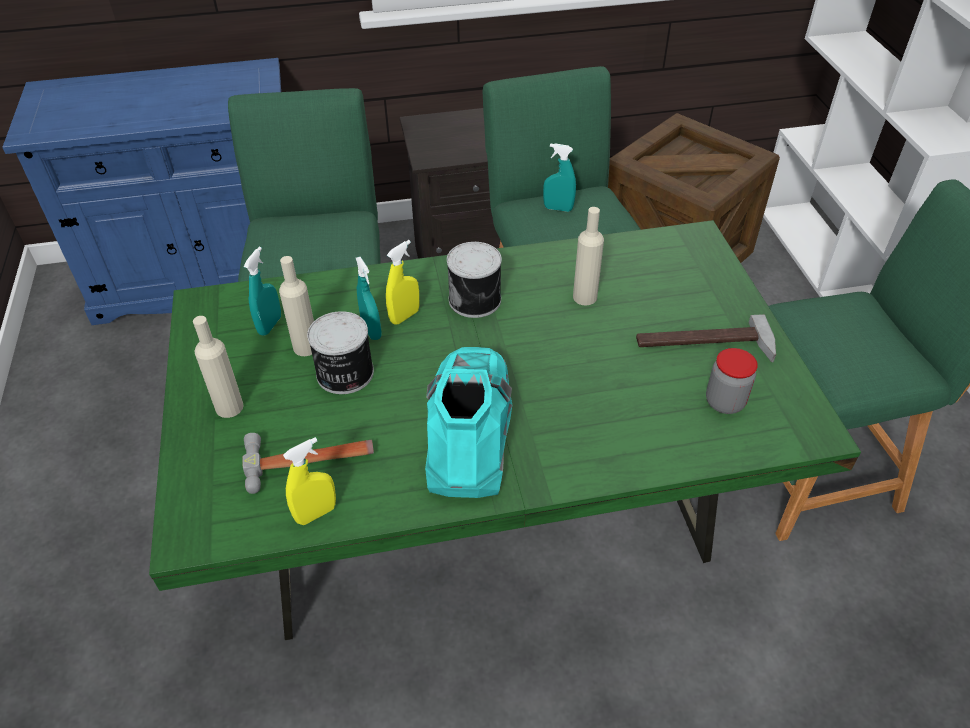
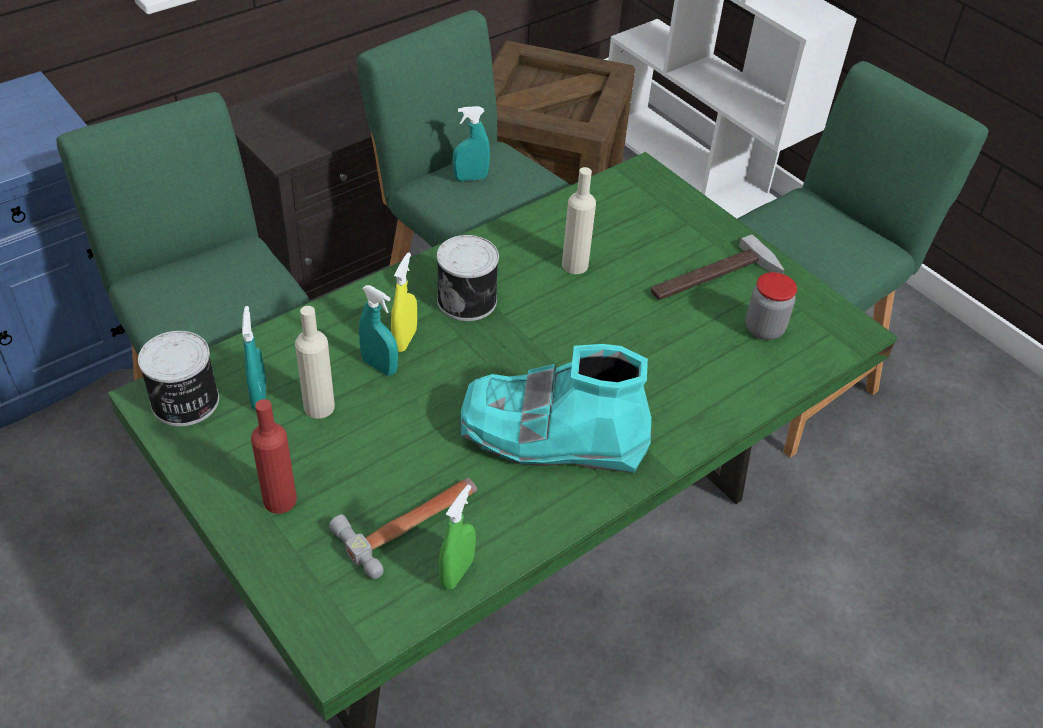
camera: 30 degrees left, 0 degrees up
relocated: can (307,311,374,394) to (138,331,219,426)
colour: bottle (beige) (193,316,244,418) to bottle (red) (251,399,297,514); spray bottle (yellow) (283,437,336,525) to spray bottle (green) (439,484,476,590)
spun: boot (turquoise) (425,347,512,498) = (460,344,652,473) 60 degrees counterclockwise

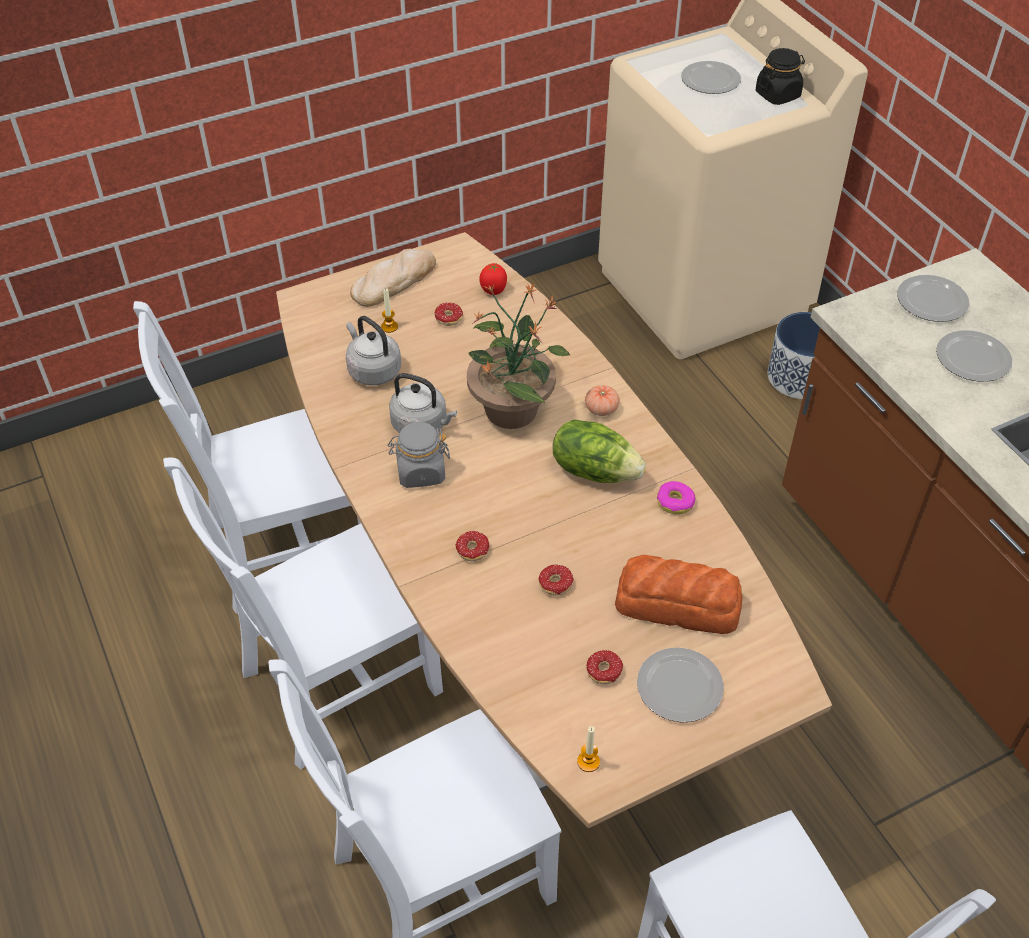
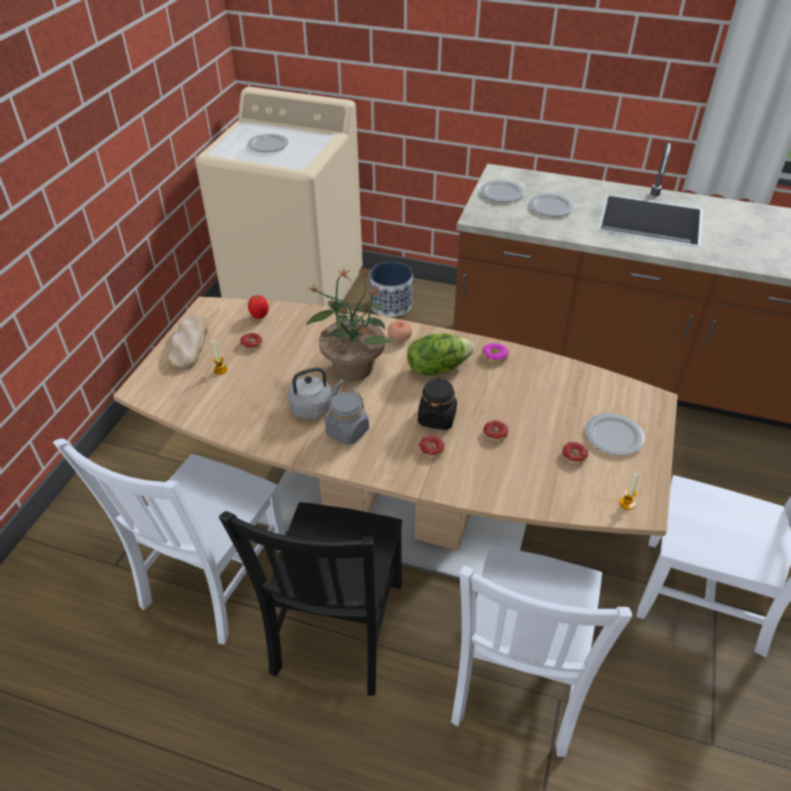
camera: 45 degrees left, 5 degrees down
missing: kettle (grey) (346,316,401,385); bread (615,555,743,634)
relocated: jar (black) (756,48,805,105) to (418,378,457,430)
colour: chair (white) (163,458,443,769) to chair (black) (219,502,402,696)

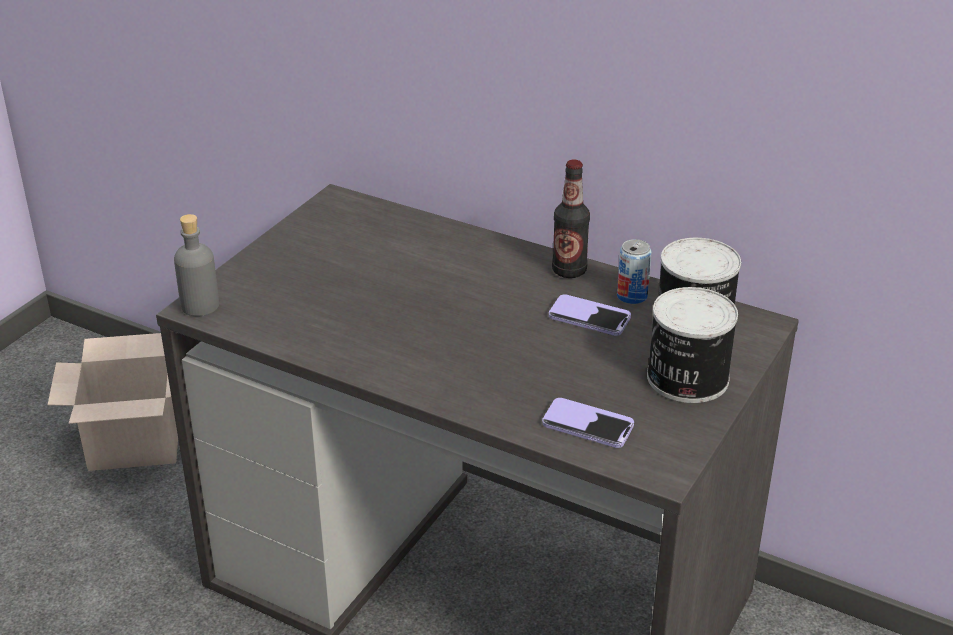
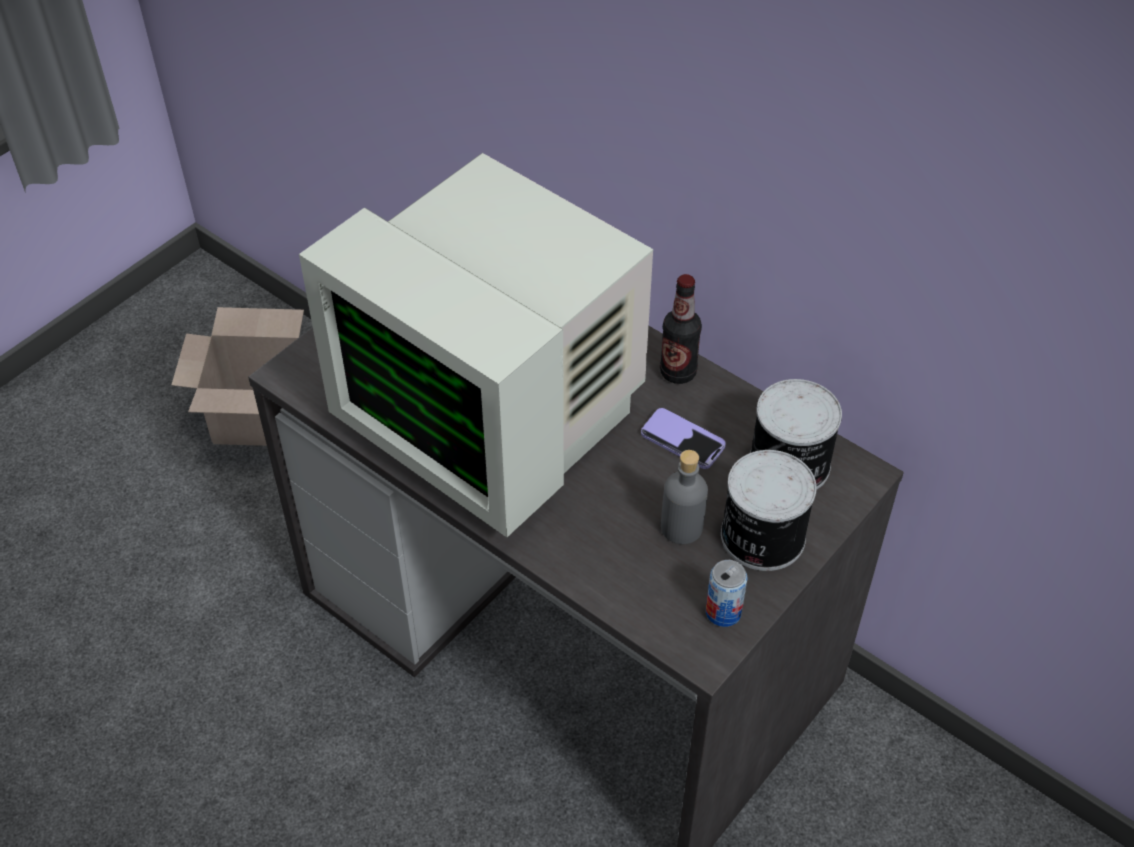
camera: 10 degrees right, 15 degrees up
missing: phone (542,398,634,448)
appeared: monitor (299,153,653,537)
relocated: bottle (grey) (174,214,219,316) to (661,450,708,544); can (617,239,652,304) to (706,560,748,627)

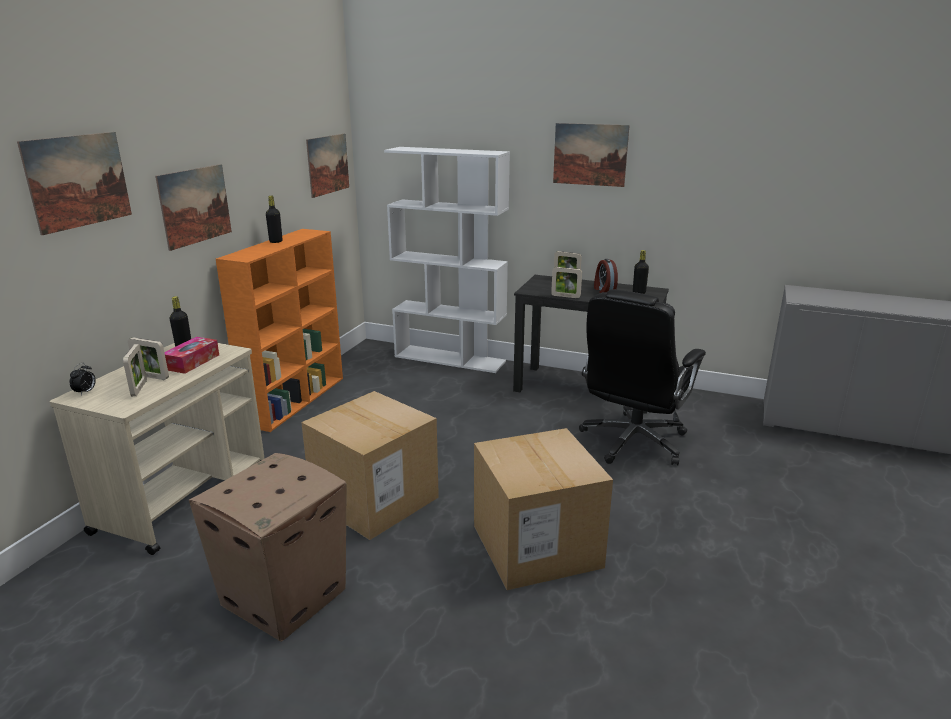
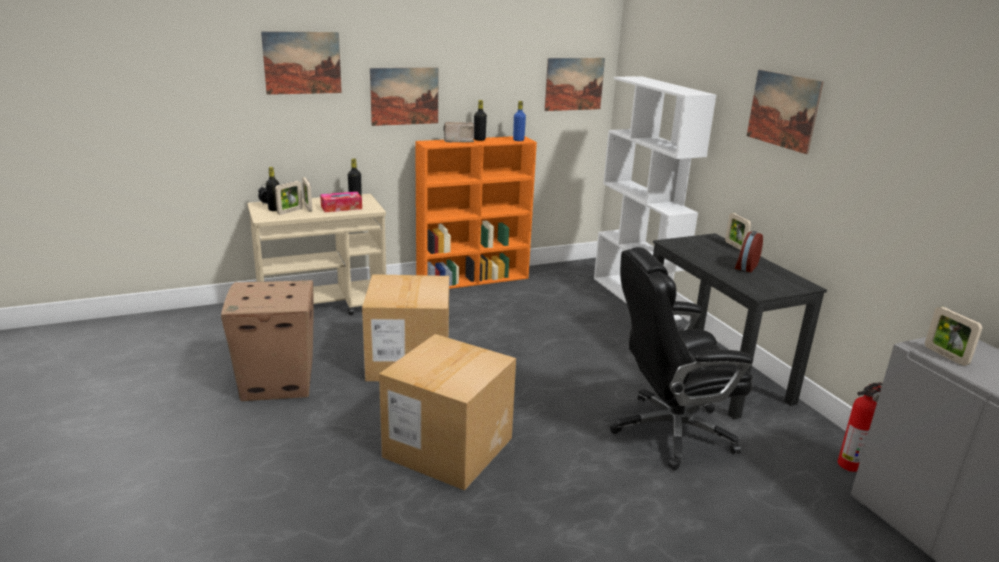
camera: 45 degrees right, 0 degrees up
appeared: bottle (blue) (513,101,526,141); radio (443,122,474,142); fire extinguisher (838,382,883,472)
relocated: bottle (black) (633,250,649,294) to (266,167,279,211); picture frame (551,267,582,298) to (925,307,983,366)

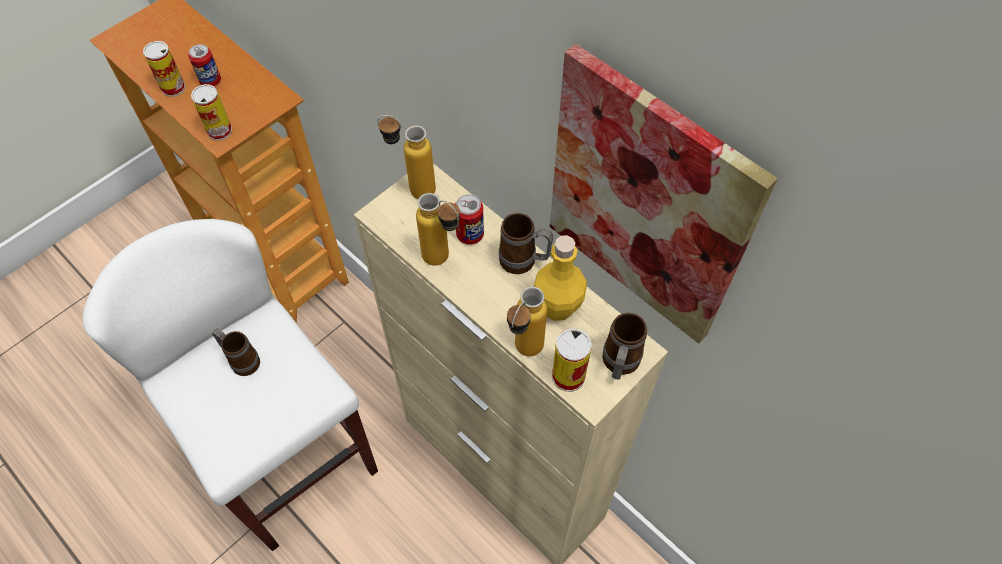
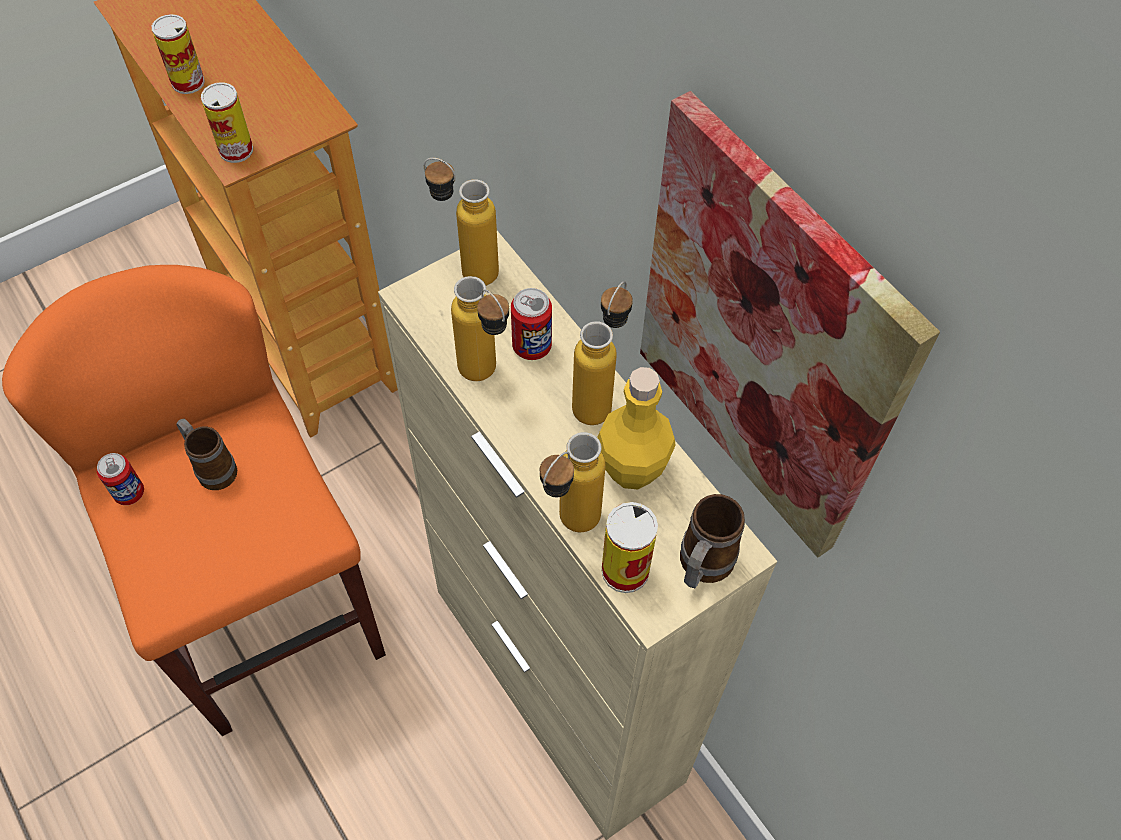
camera: 10 degrees right, 0 degrees up
relocated: can (188,44,221,86) to (97,453,144,505)
exchanged: mug (499,213,553,274) to bottle (572,281,633,425)
colour: stool (white) (83,219,378,551) to stool (orange) (2,265,386,736)

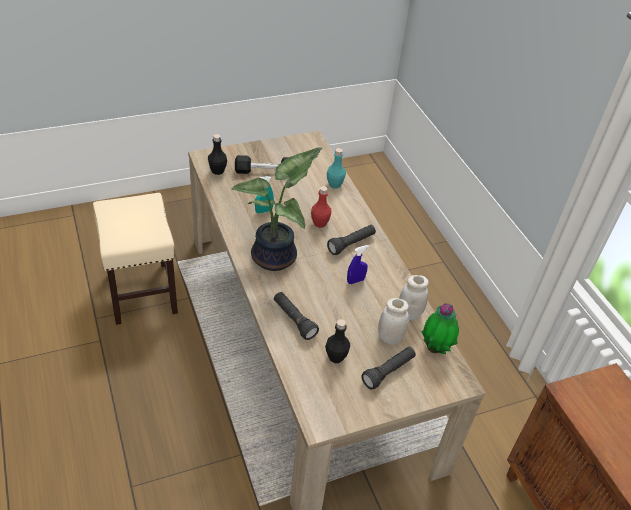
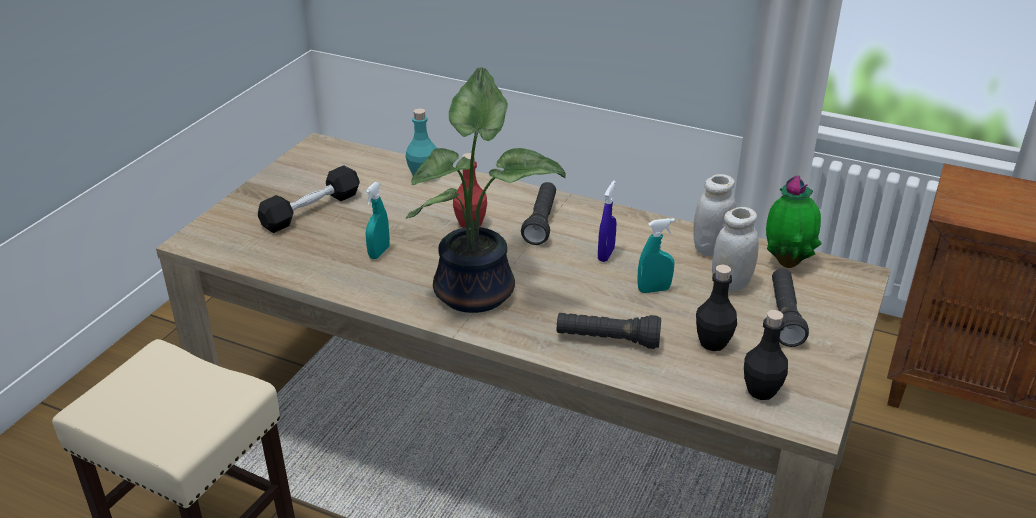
camera: 40 degrees left, 10 degrees down
appeared: spray bottle (turquoise) (638,218,675,293)
relocated: bottle (black) (208,134,227,175) to (744,310,788,400)

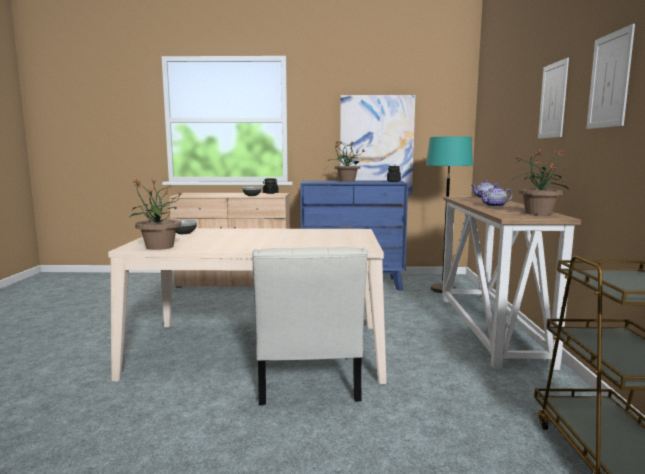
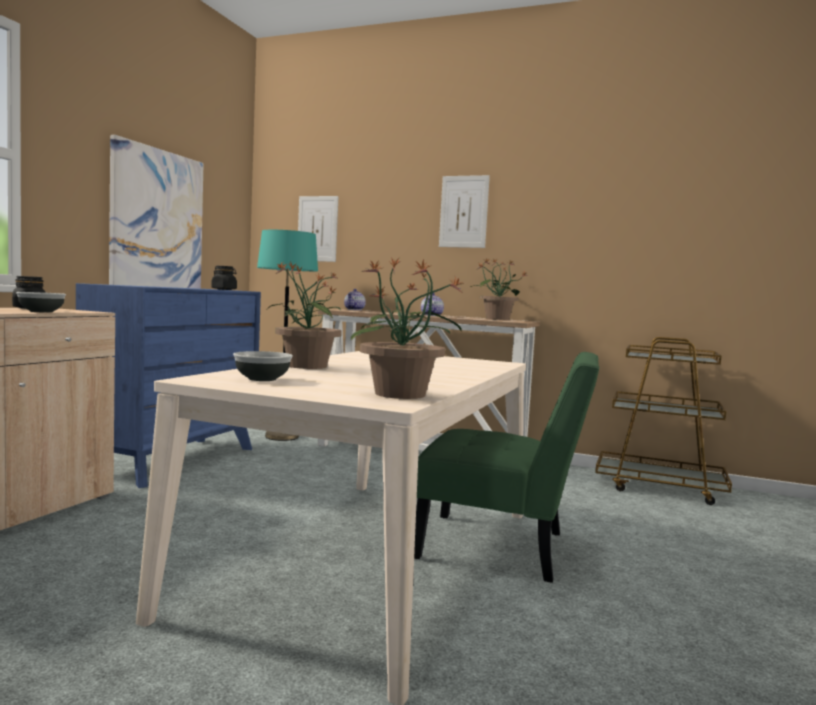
camera: 70 degrees left, 5 degrees down
relocated: picture (586,24,635,129) to (298,196,339,262); potted plant (328,141,365,182) to (267,261,342,369)
colour: chair (white) (252,247,368,405) to chair (green) (414,352,600,583)

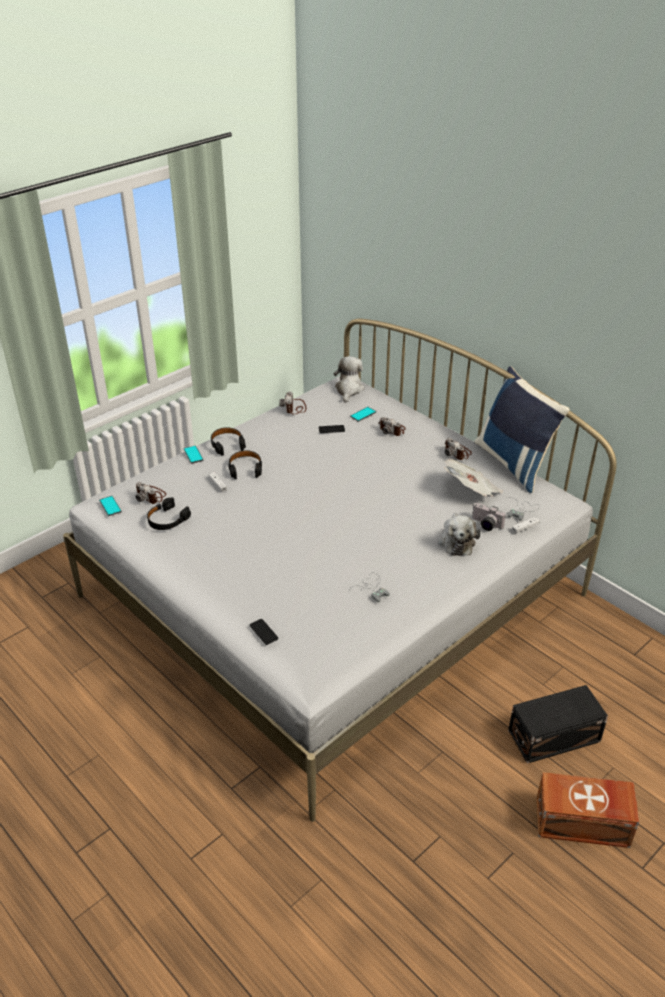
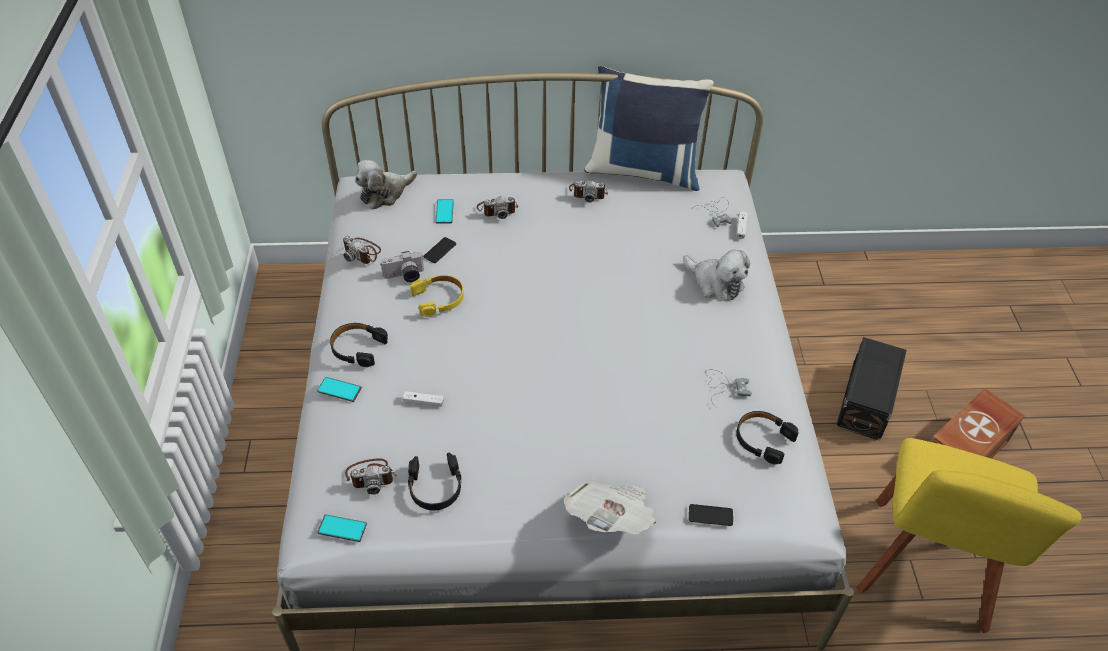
camera: 50 degrees left, 10 degrees up
appeared: headphones (yellow) (410,275,464,317); chair (yellow) (856,438,1082,633)
relocated: headphones (black) (228,450,262,479) to (736,411,798,465); newspaper (444,460,503,496) to (564,480,656,534); photo camera (472,503,506,531) to (380,251,424,282)
spun: plush toy (333,356,365,403) = (355,160,417,210) 90 degrees counterclockwise

